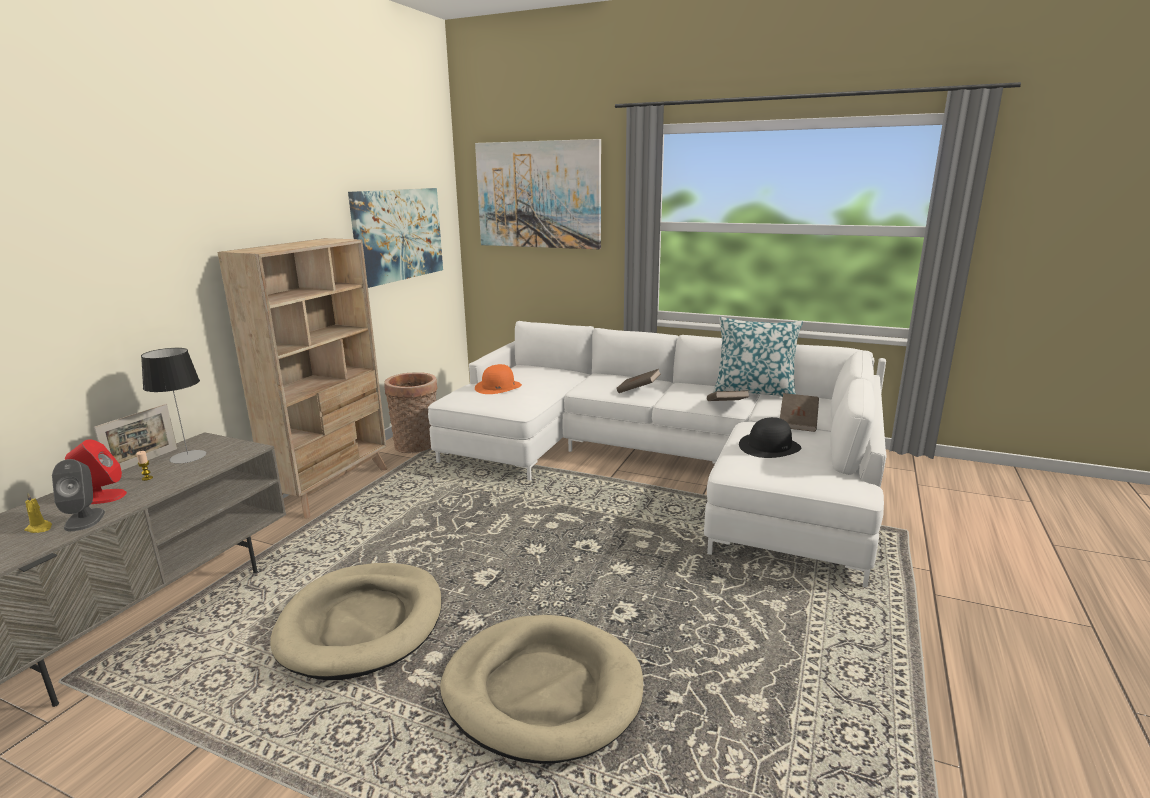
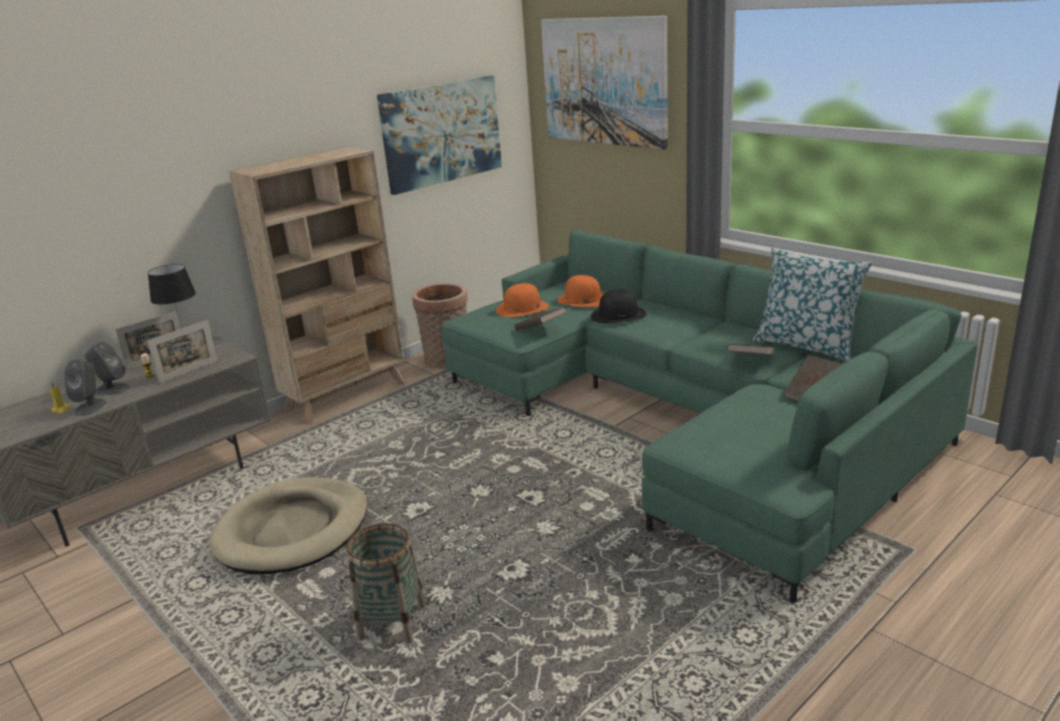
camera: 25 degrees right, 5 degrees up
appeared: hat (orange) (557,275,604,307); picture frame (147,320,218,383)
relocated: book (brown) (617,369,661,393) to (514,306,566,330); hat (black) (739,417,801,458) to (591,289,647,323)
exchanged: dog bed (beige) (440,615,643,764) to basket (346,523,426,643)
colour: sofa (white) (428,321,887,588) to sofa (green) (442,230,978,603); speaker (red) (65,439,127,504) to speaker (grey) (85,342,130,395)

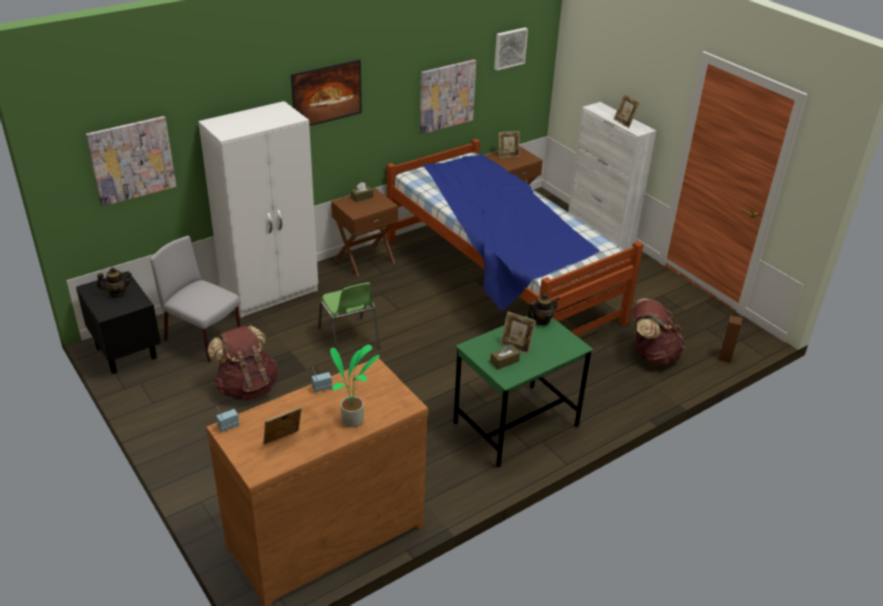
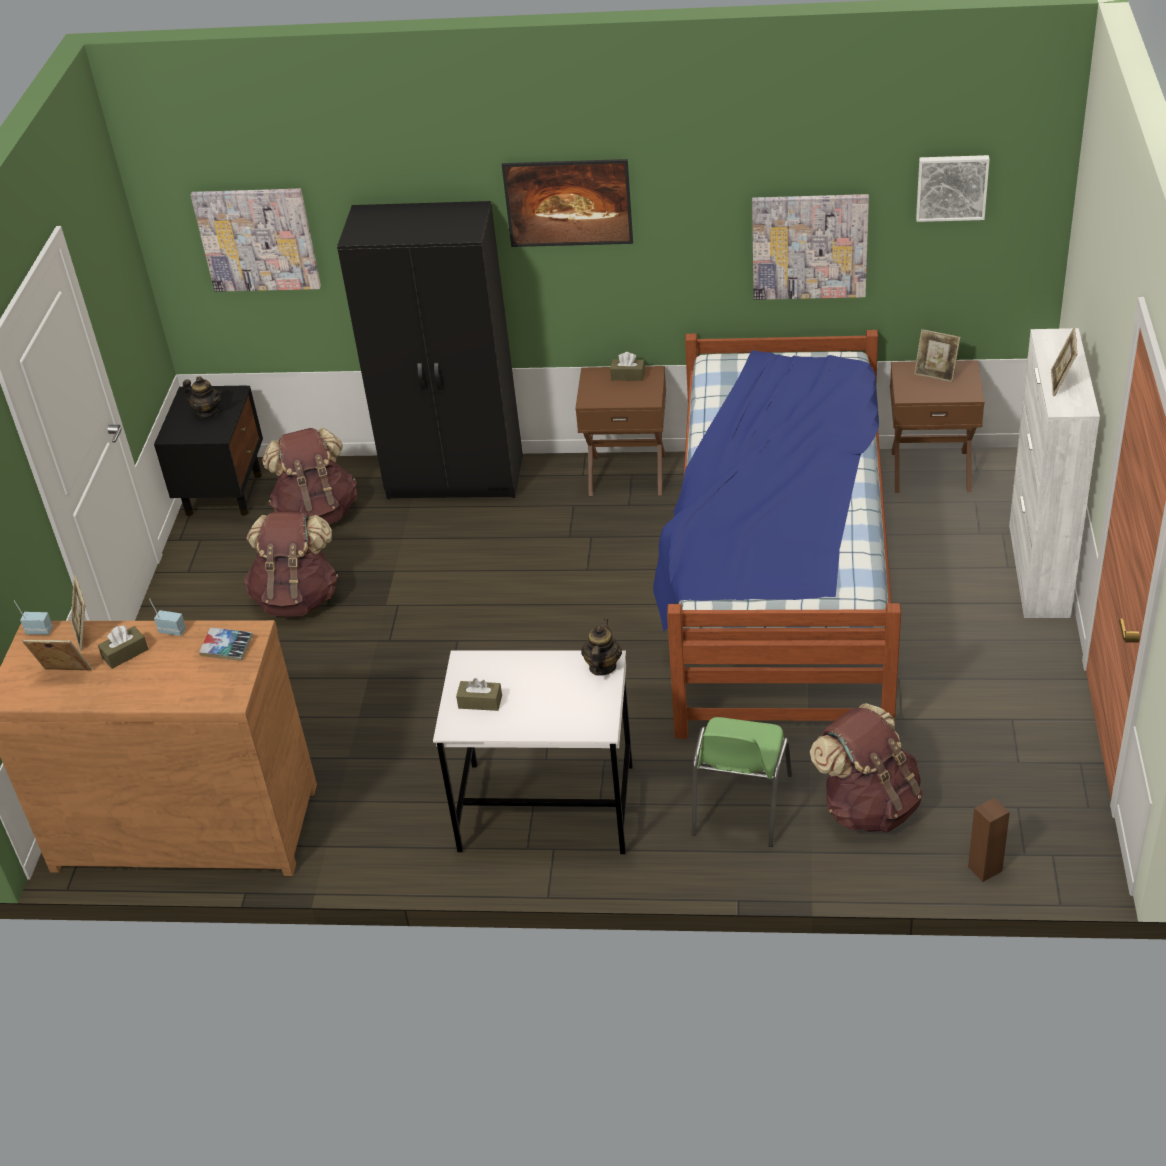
camera: 45 degrees right, 5 degrees up
missing: potted plant (330,345,380,427)
appeared: tissue box (brown) (98,625,148,669); book (199,627,253,661)
relocated: chair (green) (318,282,380,353) to (692,717,792,847); picture frame (500,312,536,354) to (71,575,85,651)
exchanged: chair (grey) (150,236,241,363) to backpack (brown) (263,428,357,524)
colour: wardrobe (white) (198,101,318,318) to wardrobe (black) (337,201,523,499); desk (green) (453,314,593,467) to desk (white) (433,650,633,854)
spun: teapot (527,293,560,325) = (581,618,622,676) 90 degrees counterclockwise

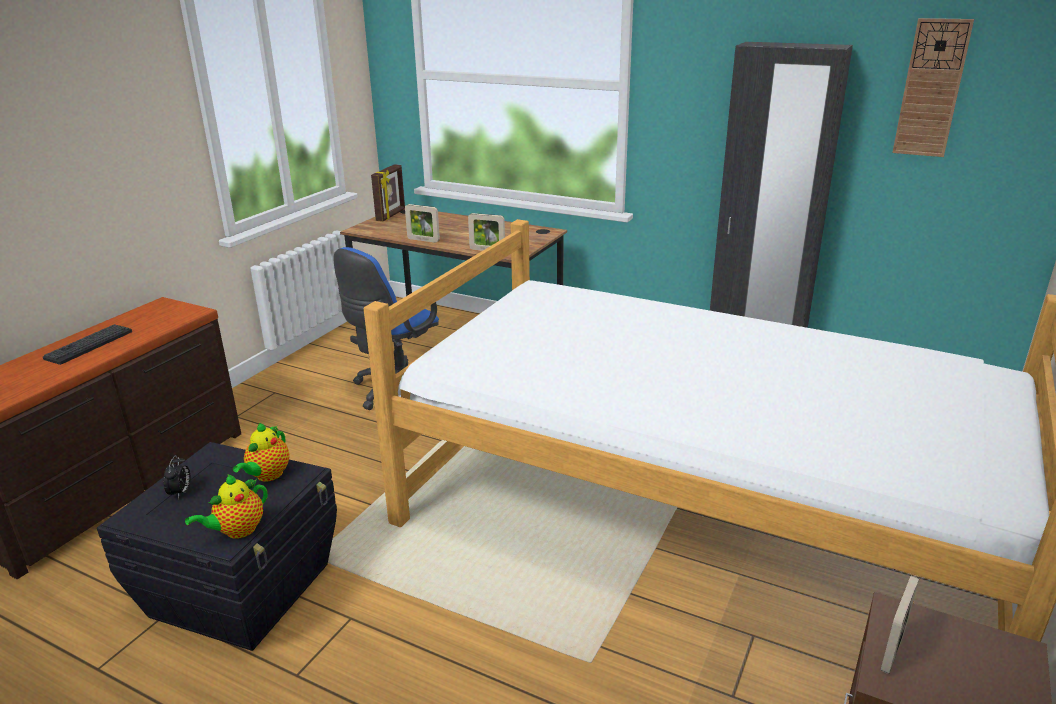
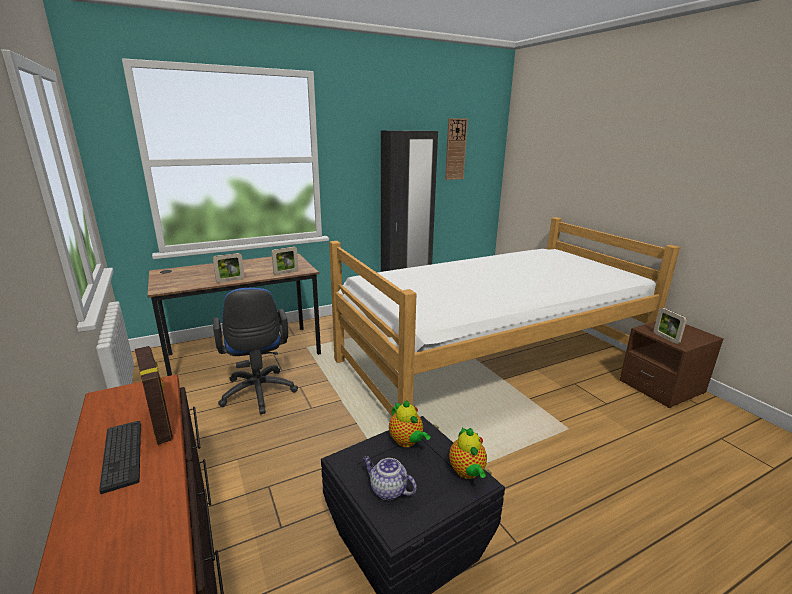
camera: 55 degrees left, 5 degrees down
relocated: picture frame (371,164,405,221) to (135,346,173,445)
exchanged: alarm clock (163,455,191,499) to teapot (363,456,417,500)

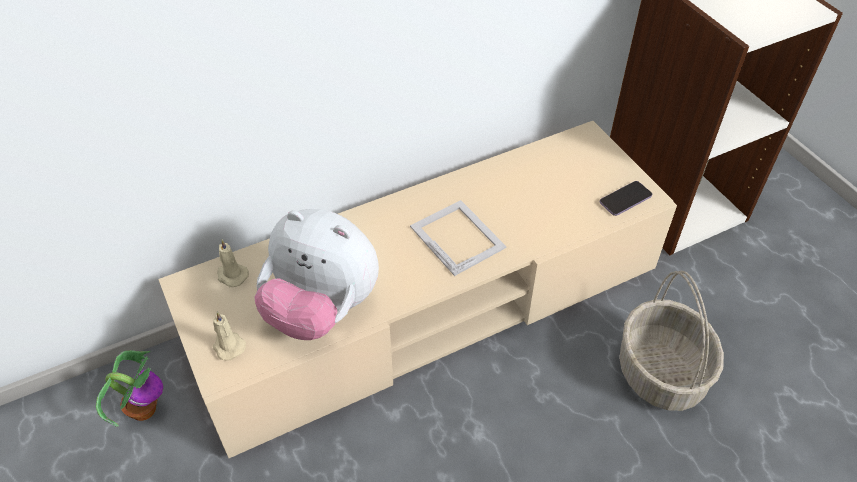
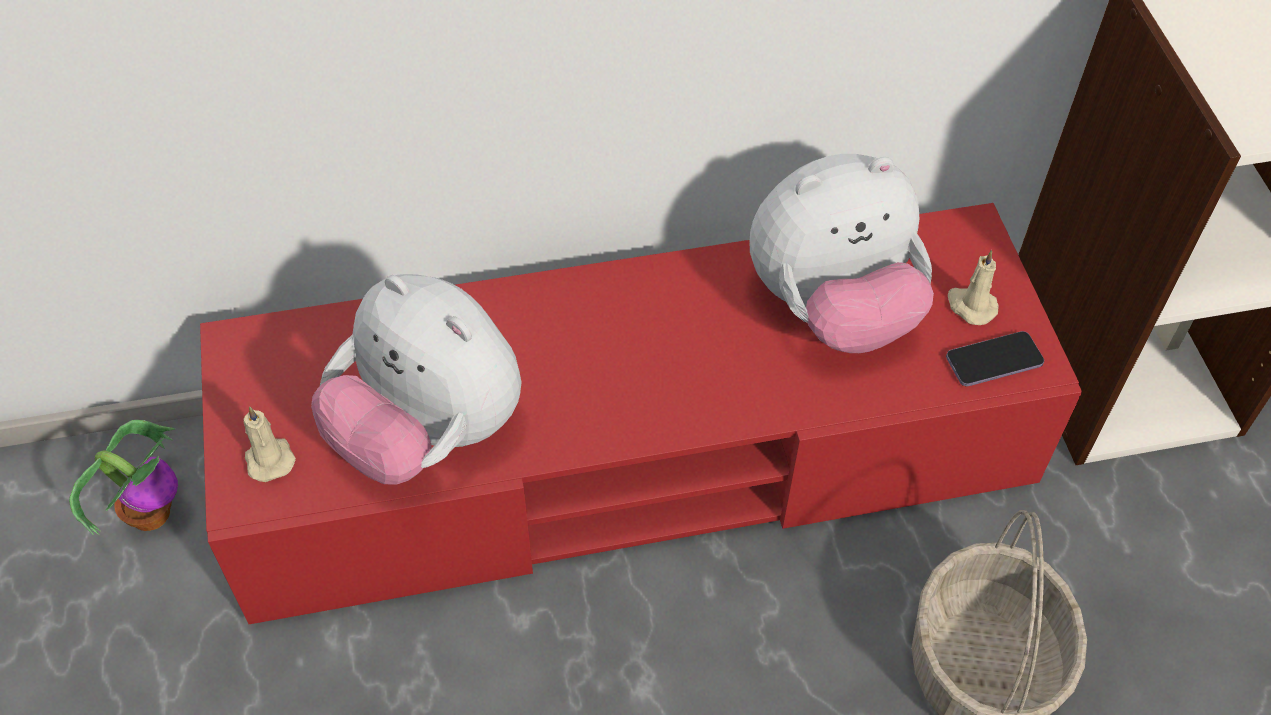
camera: 15 degrees right, 5 degrees up
missing: picture frame (410,200,506,276)
appeared: plush toy (750,154,934,353)
relocated: candle (beige) (217,240,249,287) to (948,250,998,325)
colour: tv stand (beige) (158,121,677,458) to tv stand (red) (200,203,1082,624)

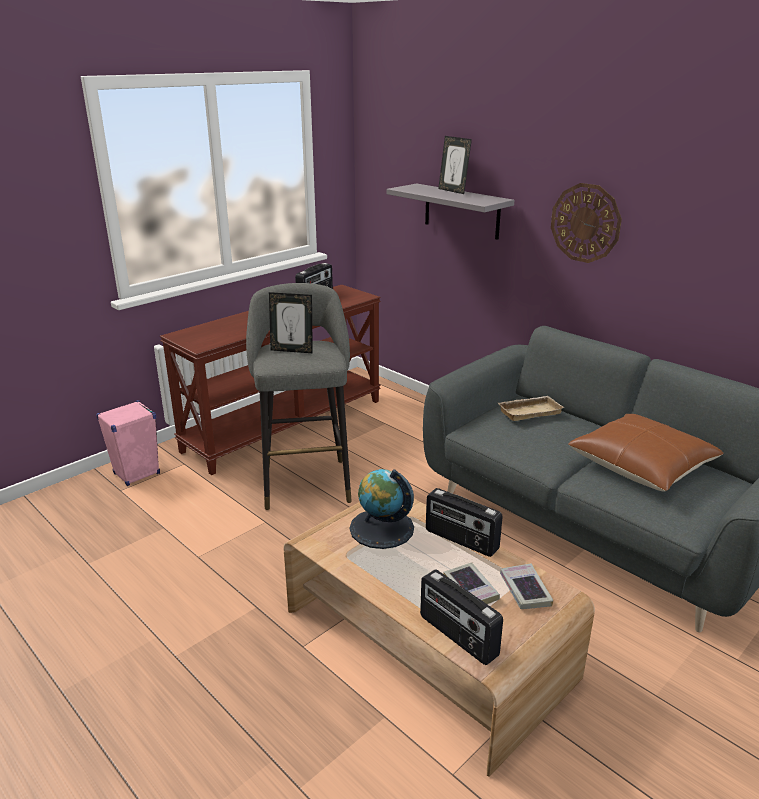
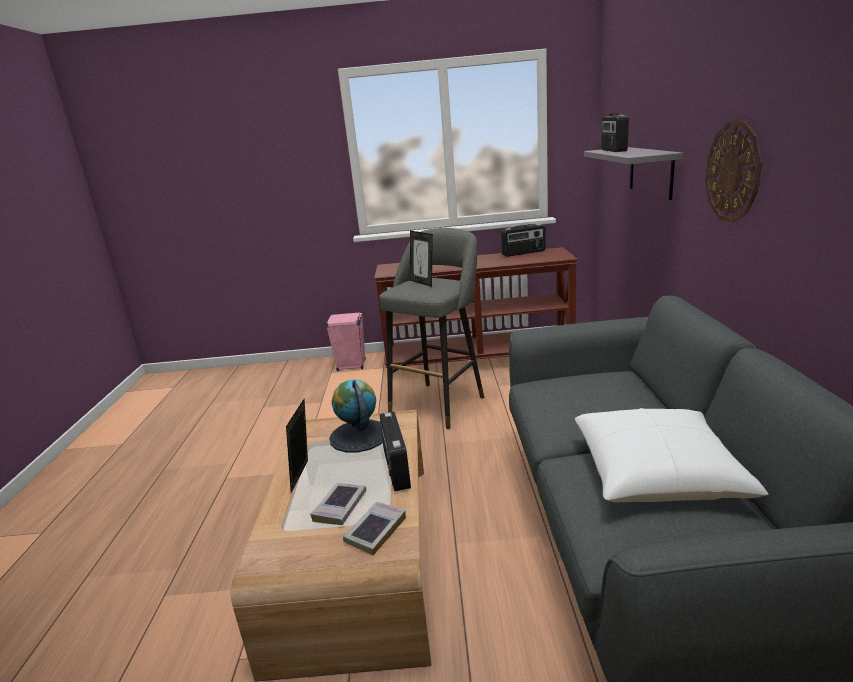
camera: 45 degrees right, 5 degrees down
missing: tray (beige) (498,396,564,421)
relocated: picture frame (438,136,472,194) to (286,399,308,493); radio (420,569,503,665) to (601,113,629,152)
colour: pillow (brown) (568,414,724,492) to pillow (white) (575,408,769,503)

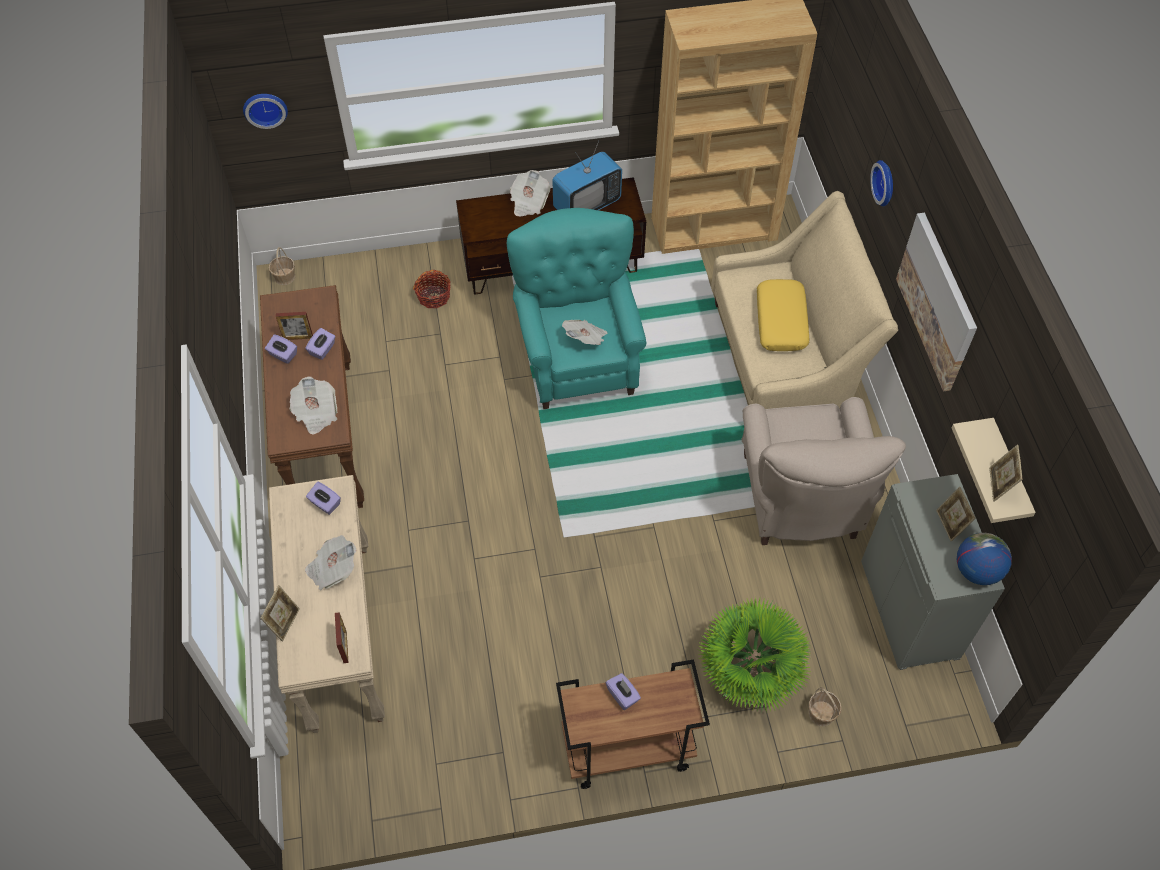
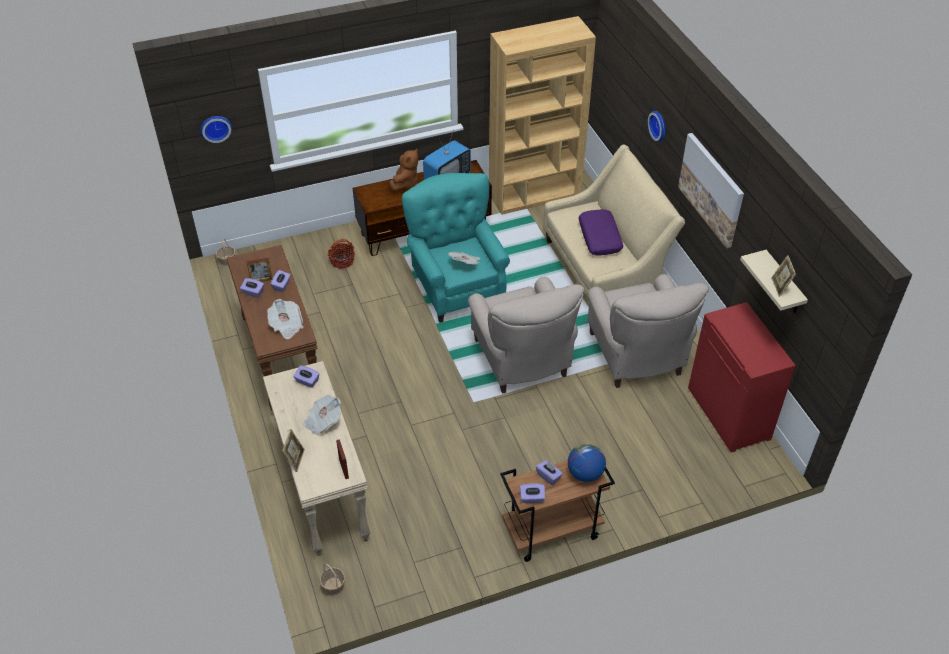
camera: 10 degrees left, 10 degrees down
missing: picture frame (936,487,976,541); potted plant (699,597,810,711)
appeared: armchair (beige) (468,277,585,394); tissue box (purple) (520,484,545,503)
relocated: globe (957,533,1012,585) to (568,443,606,482); basket (809,687,841,726) to (320,563,345,596)
exchanged: newspaper (510,170,550,216) to plush toy (brown) (389,149,418,191)
colour: pillow (yellow) (757,279,810,351) to pillow (purple) (579,209,623,256); cabinet (grey) (861,474,1005,670) to cabinet (red) (688,302,796,453)

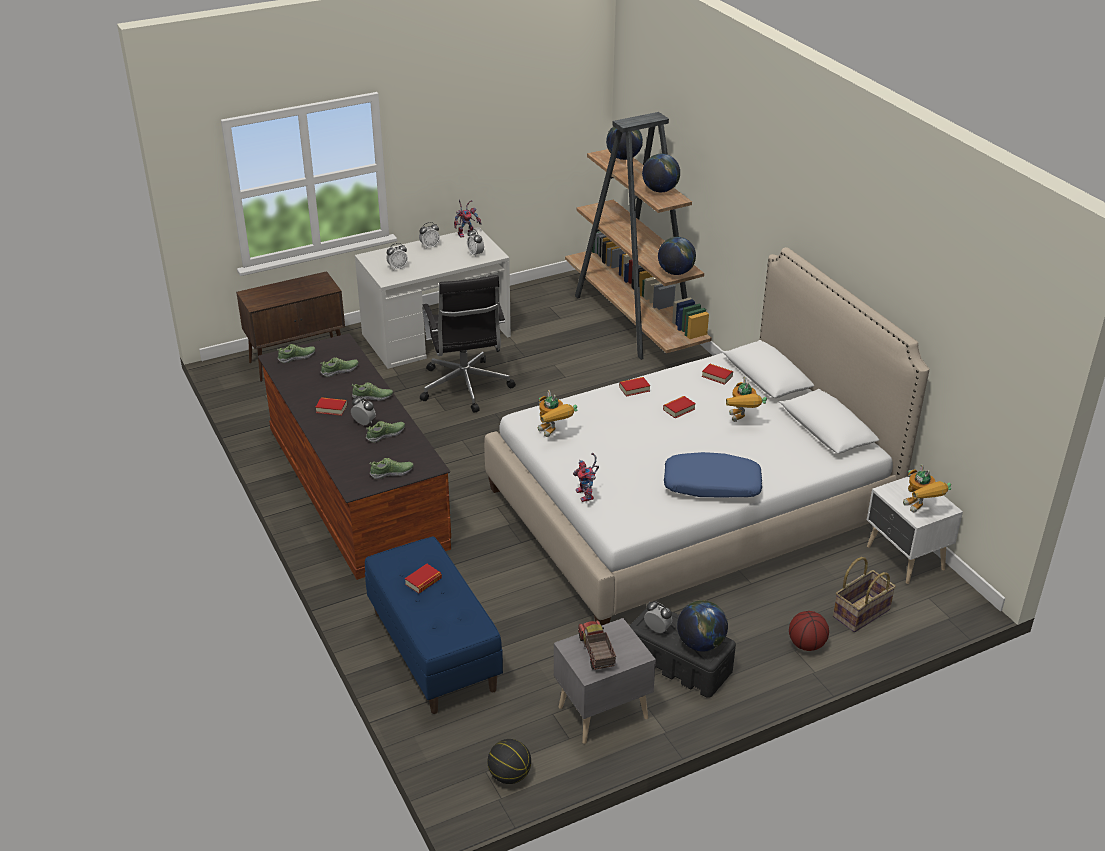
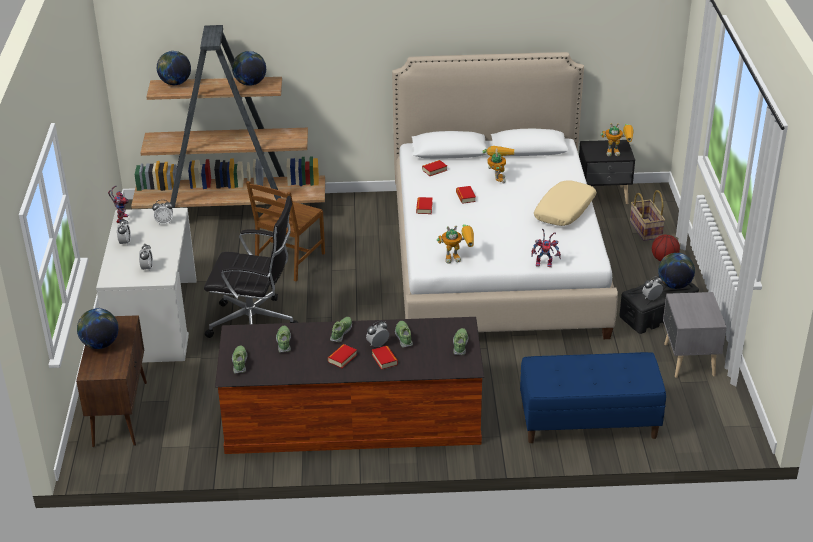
camera: 65 degrees left, 0 degrees up
missing: toy truck (578,620,616,670); basketball (487,739,531,784)
appeared: chair (brown) (246,181,325,281)
relocated: globe (658,237,696,275) to (77,308,119,349); book (405,564,442,594) to (372,346,398,370)
colour: pillow (blue) (664,452,762,498) to pillow (beige) (534,180,596,226); nightstand (white) (867,477,963,584) to nightstand (black) (579,140,635,204)
spun: toy robot (726,377,767,422) = (482,146,514,184) 105 degrees counterclockwise

